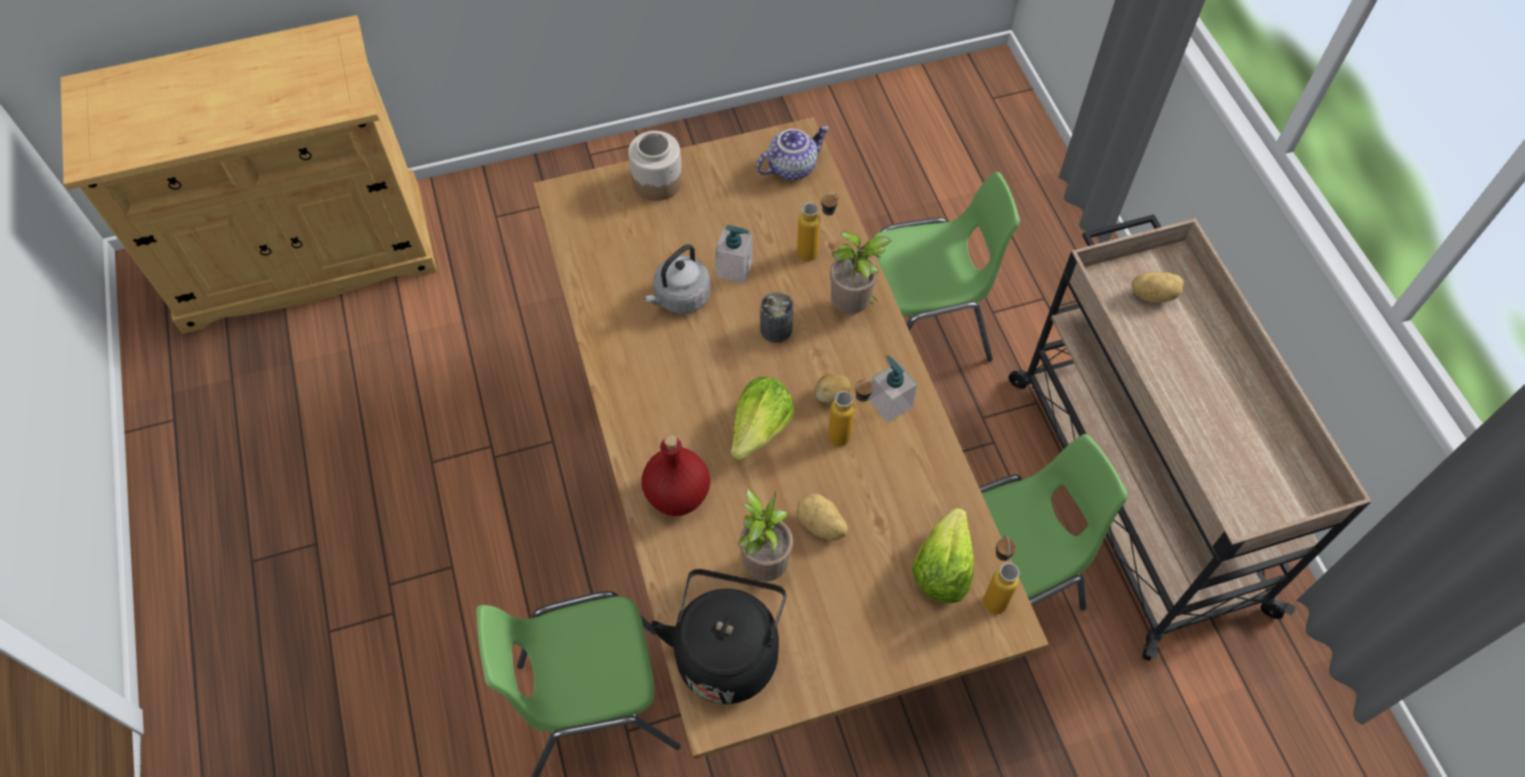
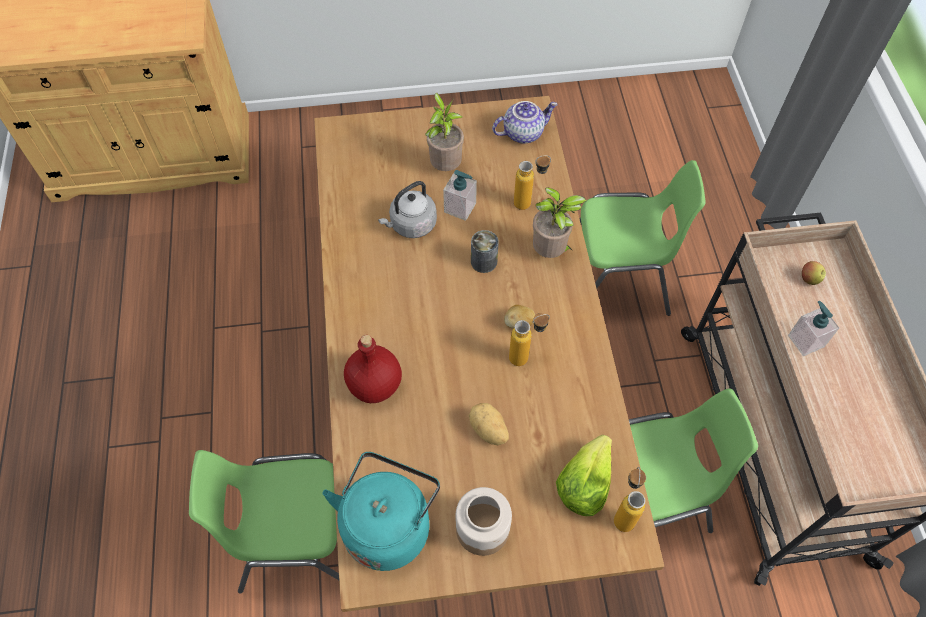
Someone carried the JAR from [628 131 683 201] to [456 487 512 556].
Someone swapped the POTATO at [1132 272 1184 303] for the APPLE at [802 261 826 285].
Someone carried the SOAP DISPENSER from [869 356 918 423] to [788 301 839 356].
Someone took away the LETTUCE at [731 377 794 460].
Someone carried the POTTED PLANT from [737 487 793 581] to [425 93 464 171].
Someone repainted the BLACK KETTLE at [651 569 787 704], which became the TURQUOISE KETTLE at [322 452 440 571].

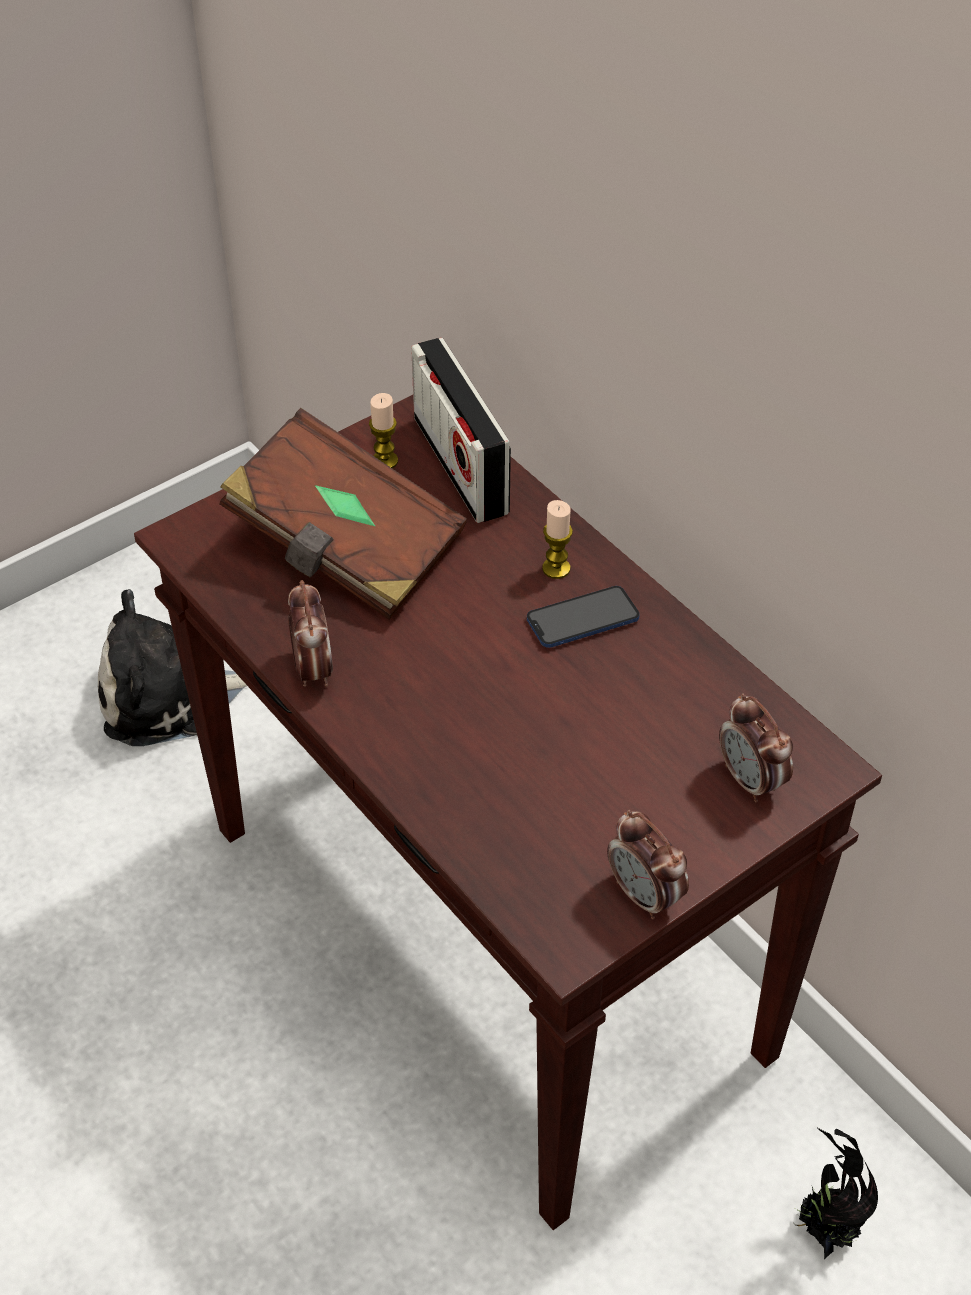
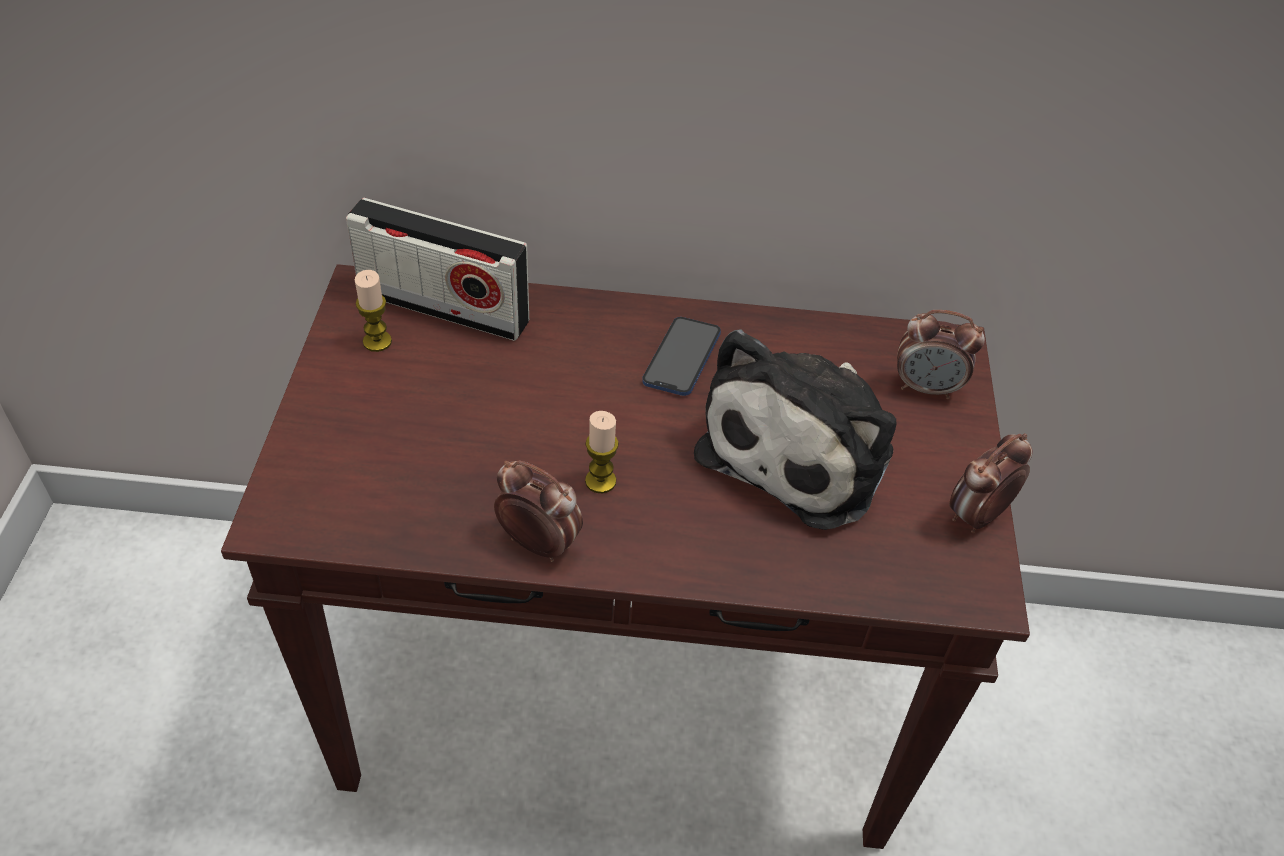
Someone took away the BROWN BOOK at [220 408 467 620].
Someone carried the CANDLE from [542 500 573 579] to [585 411 619 493].
Someone carried the PLUSH TOY from [98 589 247 746] to [694 329 897 530].
Someone rotated the ALARM CLOCK at [607 810 689 919] by 135 degrees clockwise.
Someone took away the POTTED PLANT at [794 1128 878 1259].

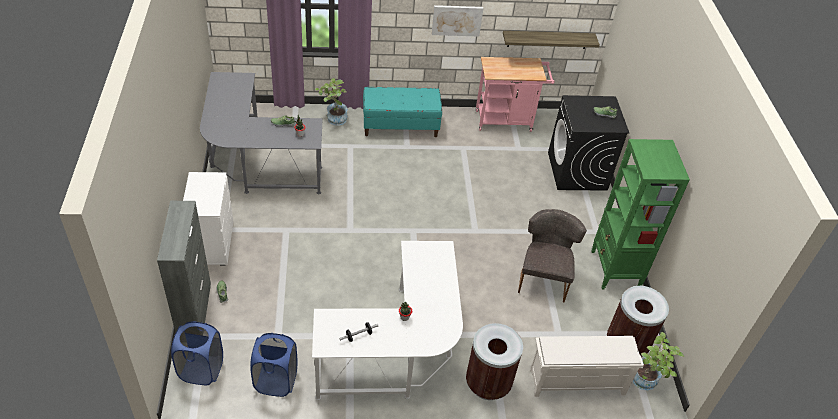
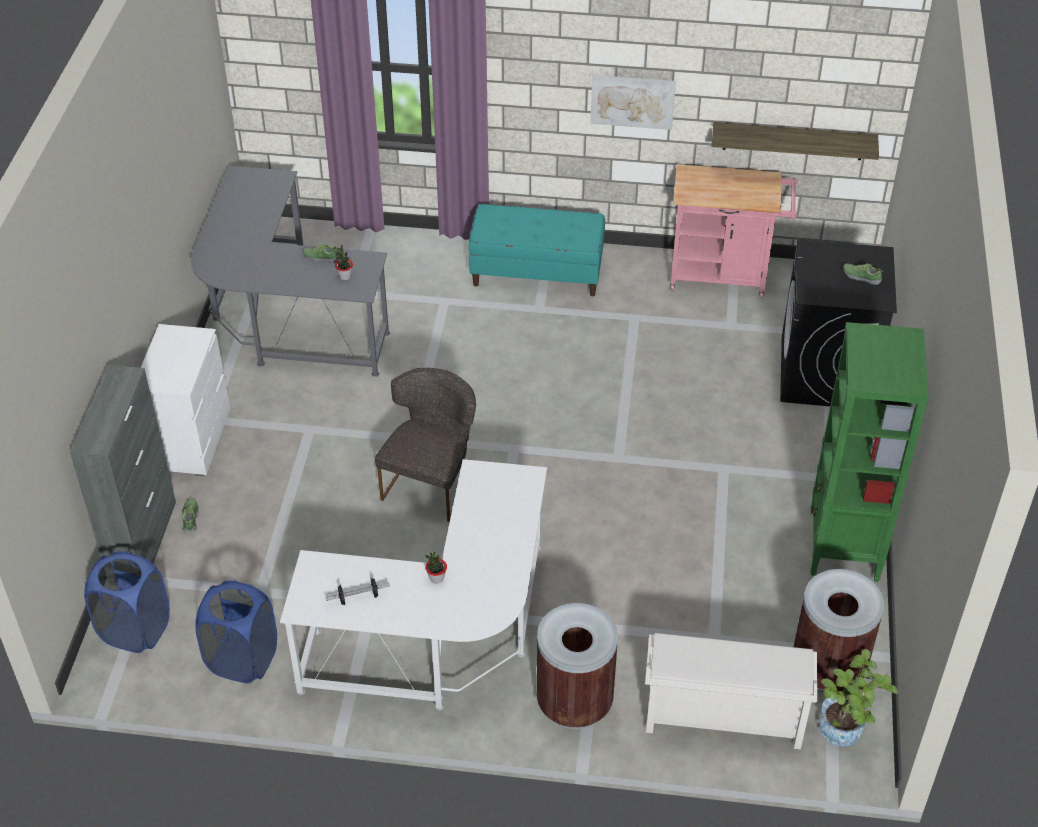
Someone took away the POTTED PLANT at [315 78 348 126].
Someone carried the GREY CHAIR from [518 209 587 302] to [375 368 476 522].

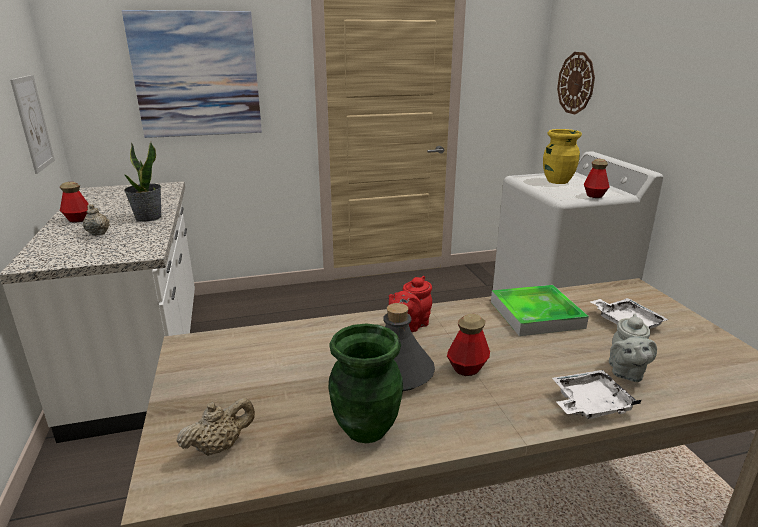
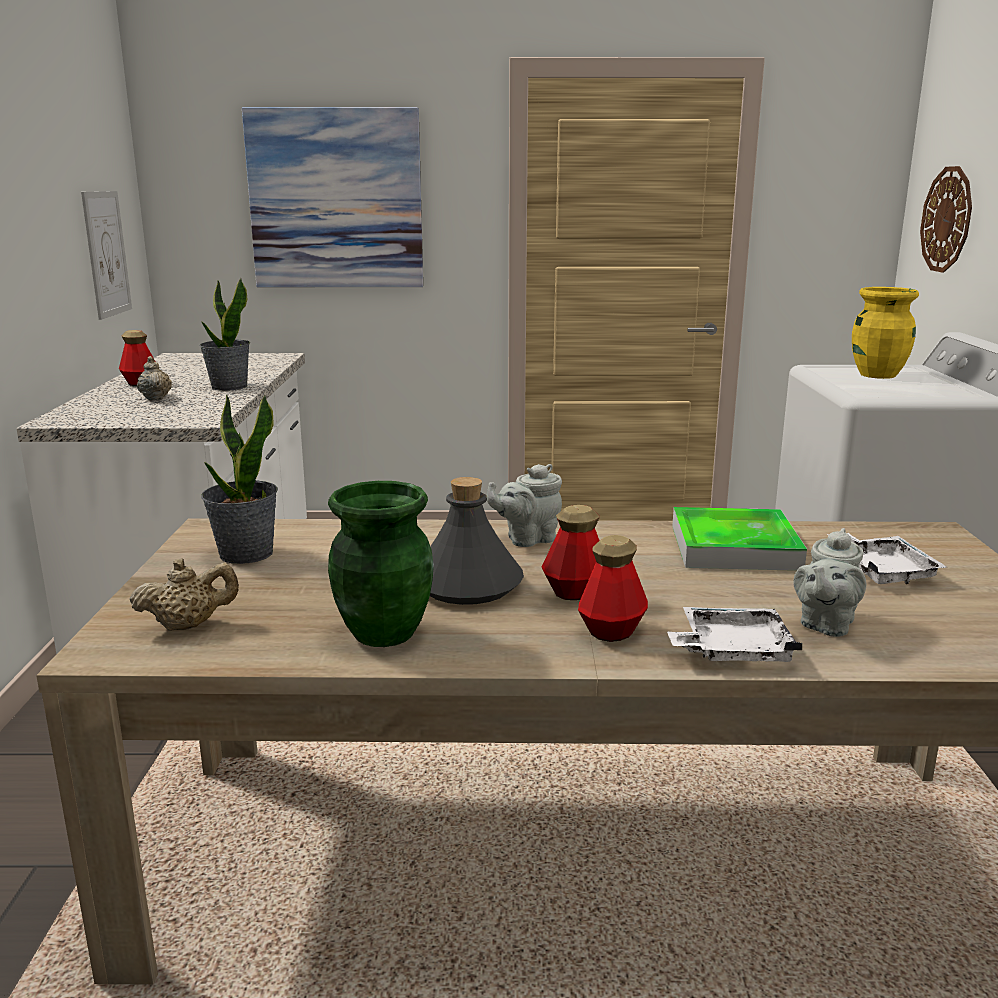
Someone carried the BOTTLE from [584 159 610 198] to [578 535 648 642].
Someone repainted the RED TEAPOT at [389 276 432 332], which became the GREY TEAPOT at [487 464 562 547].
Someone put down the POTTED PLANT at [201 394 278 564].

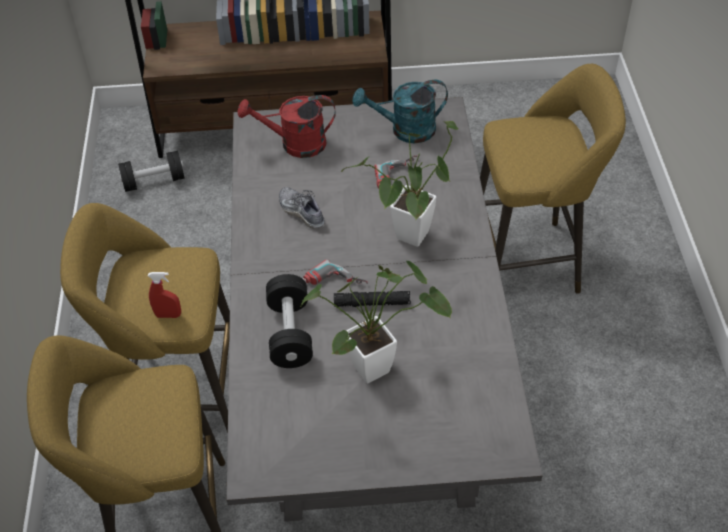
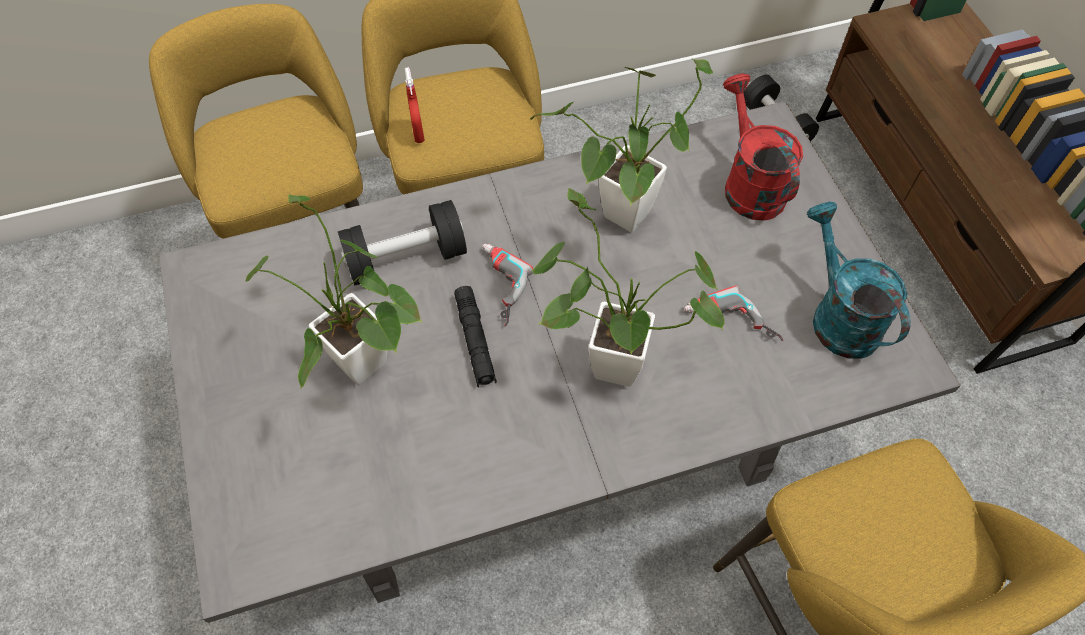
Someone swapped the SHOE at [279 187 325 229] for the POTTED PLANT at [530 59 713 232].

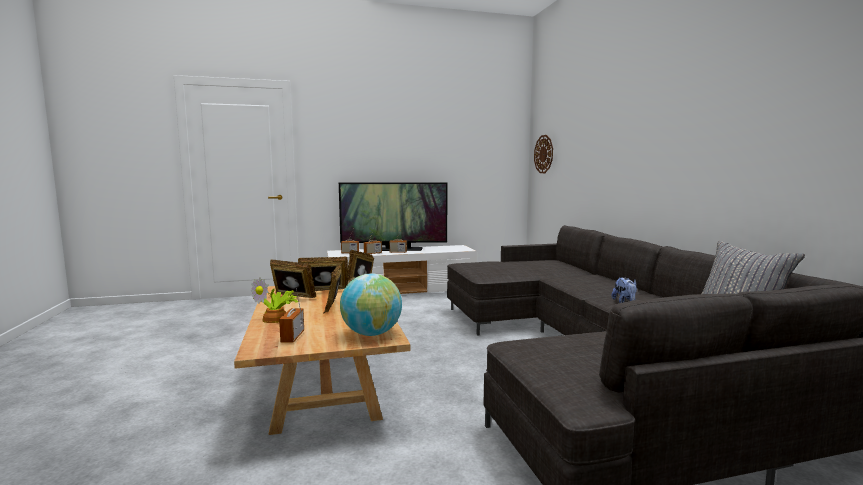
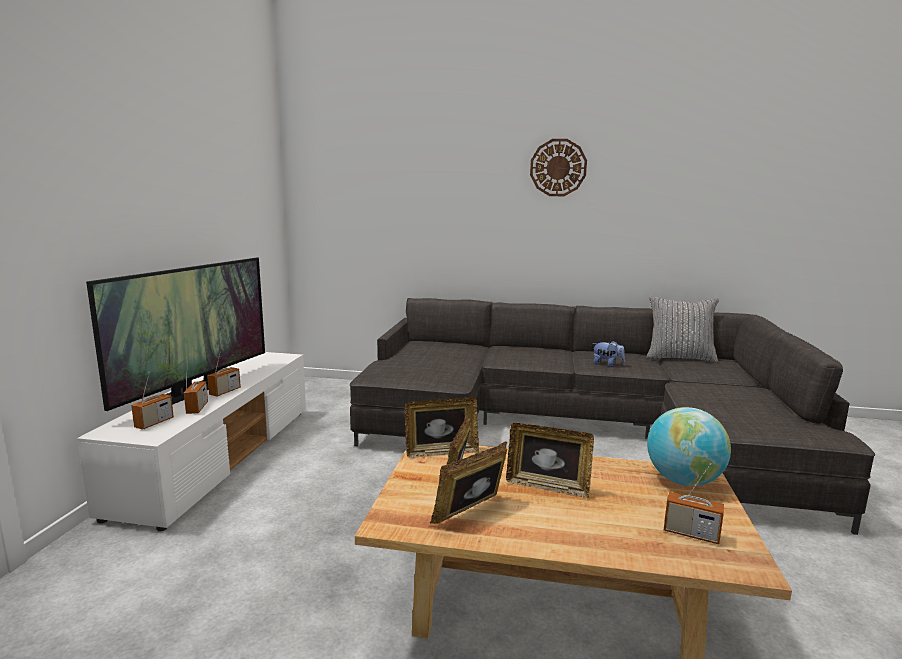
Someone carried the WALL CLOCK from [534 135 553 173] to [530 139 587 196].
Someone took away the POTTED PLANT at [251 277 298 323].

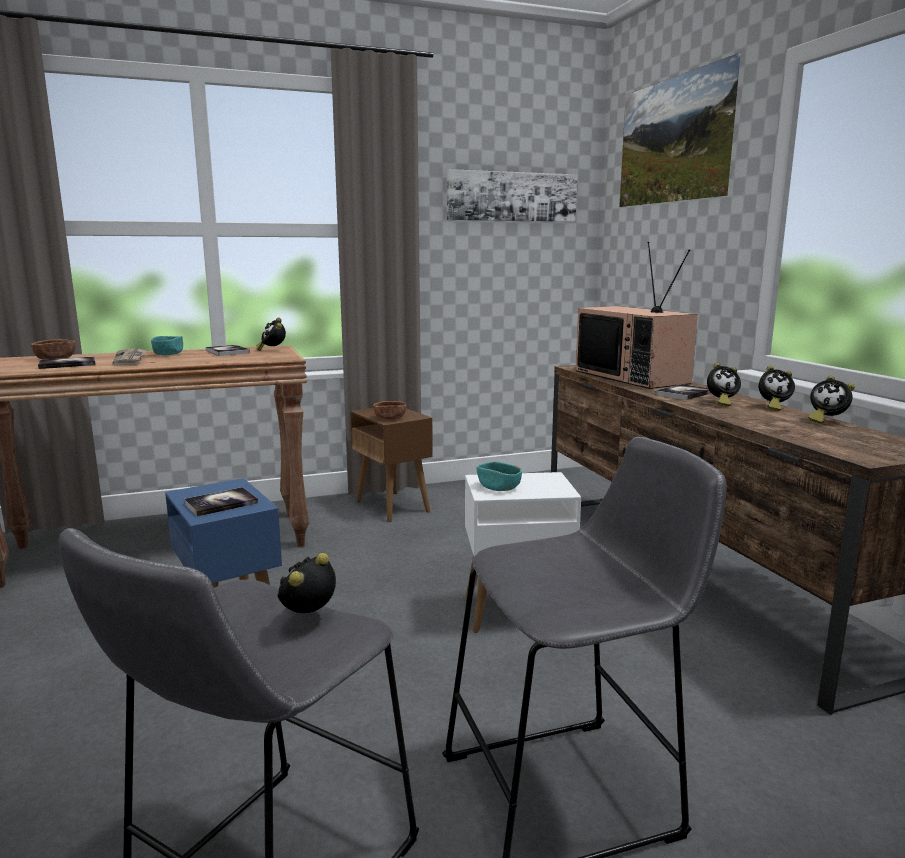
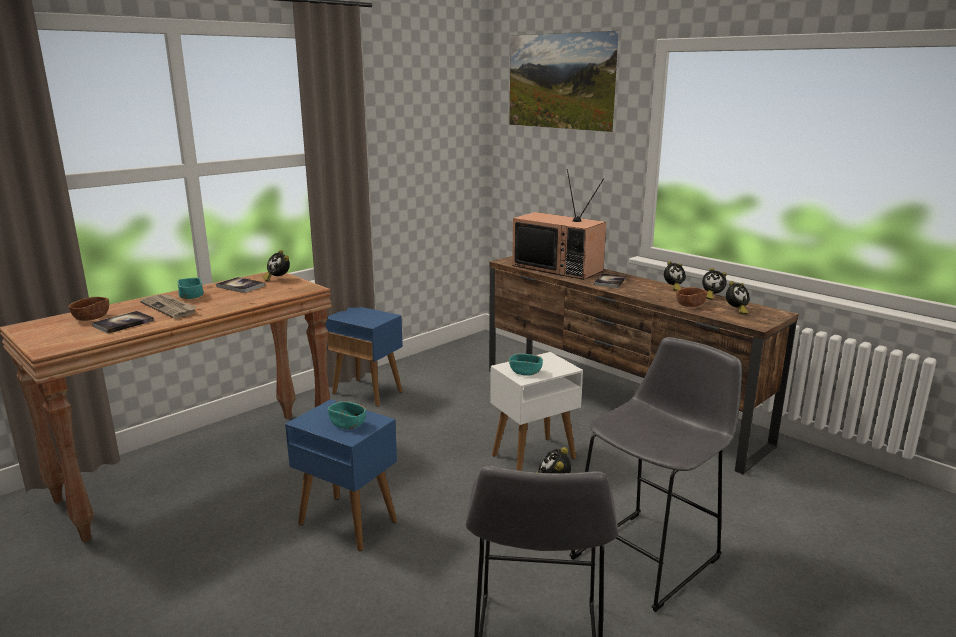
Someone took away the PICTURE at [447 169 577 222].
Someone carried the ALARM CLOCK from [707 363 741 407] to [726 281 749 315].
Someone carried the BROWN BOWL from [373 401 406 420] to [676 287 707 307].
Someone repainted the BROWN SIDE TABLE at [350 408 433 522], which became the BLUE SIDE TABLE at [325 307 403 407].
Someone swapped the BOOK at [184 487 258 517] for the TURQUOISE BOWL at [328 401 366 429].

